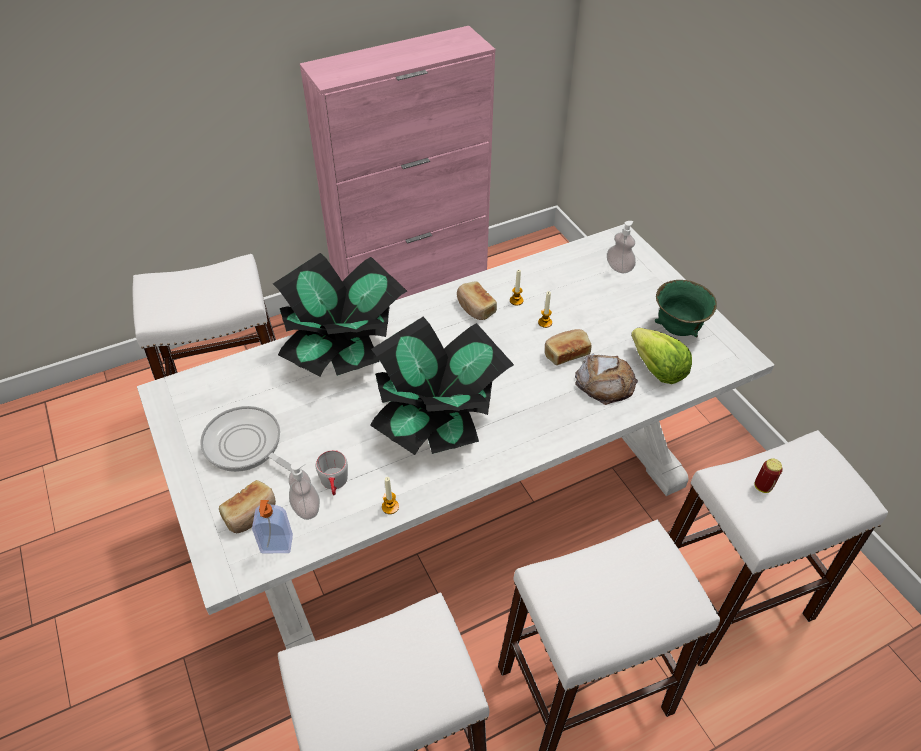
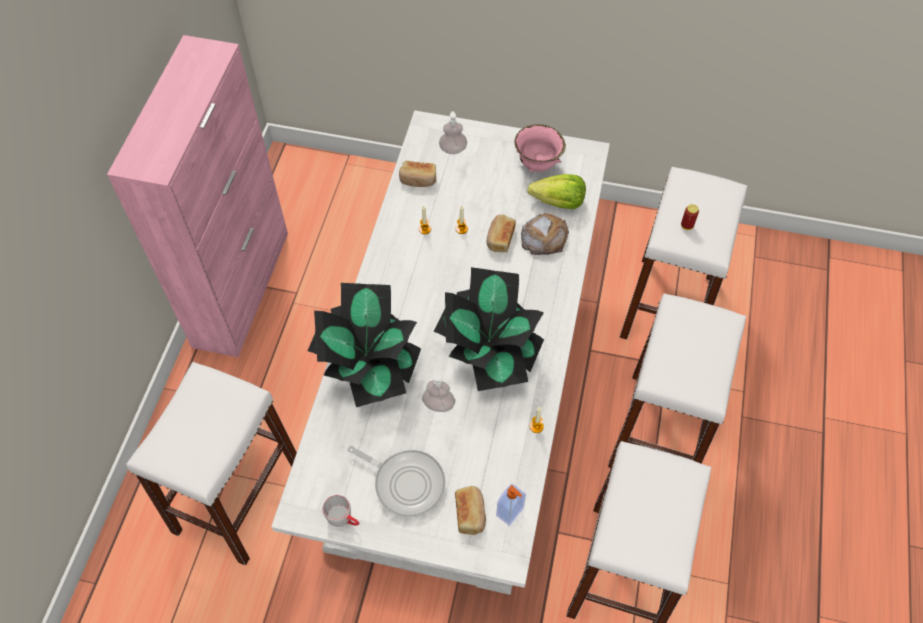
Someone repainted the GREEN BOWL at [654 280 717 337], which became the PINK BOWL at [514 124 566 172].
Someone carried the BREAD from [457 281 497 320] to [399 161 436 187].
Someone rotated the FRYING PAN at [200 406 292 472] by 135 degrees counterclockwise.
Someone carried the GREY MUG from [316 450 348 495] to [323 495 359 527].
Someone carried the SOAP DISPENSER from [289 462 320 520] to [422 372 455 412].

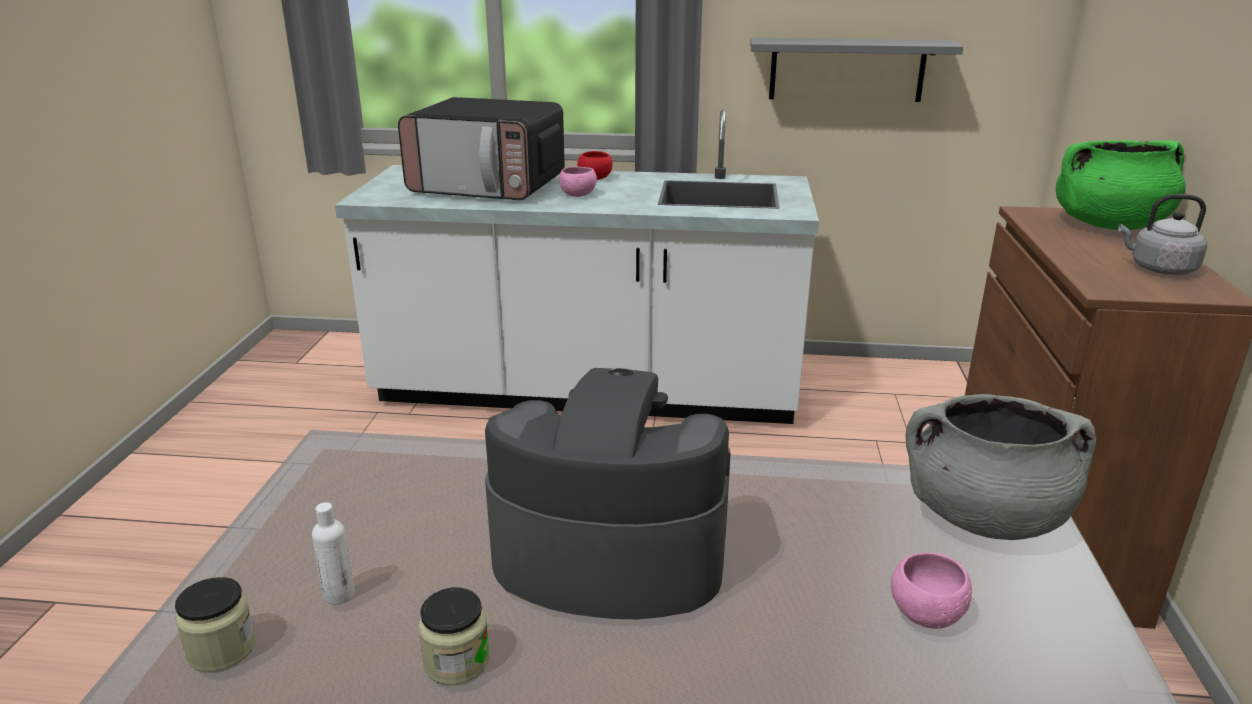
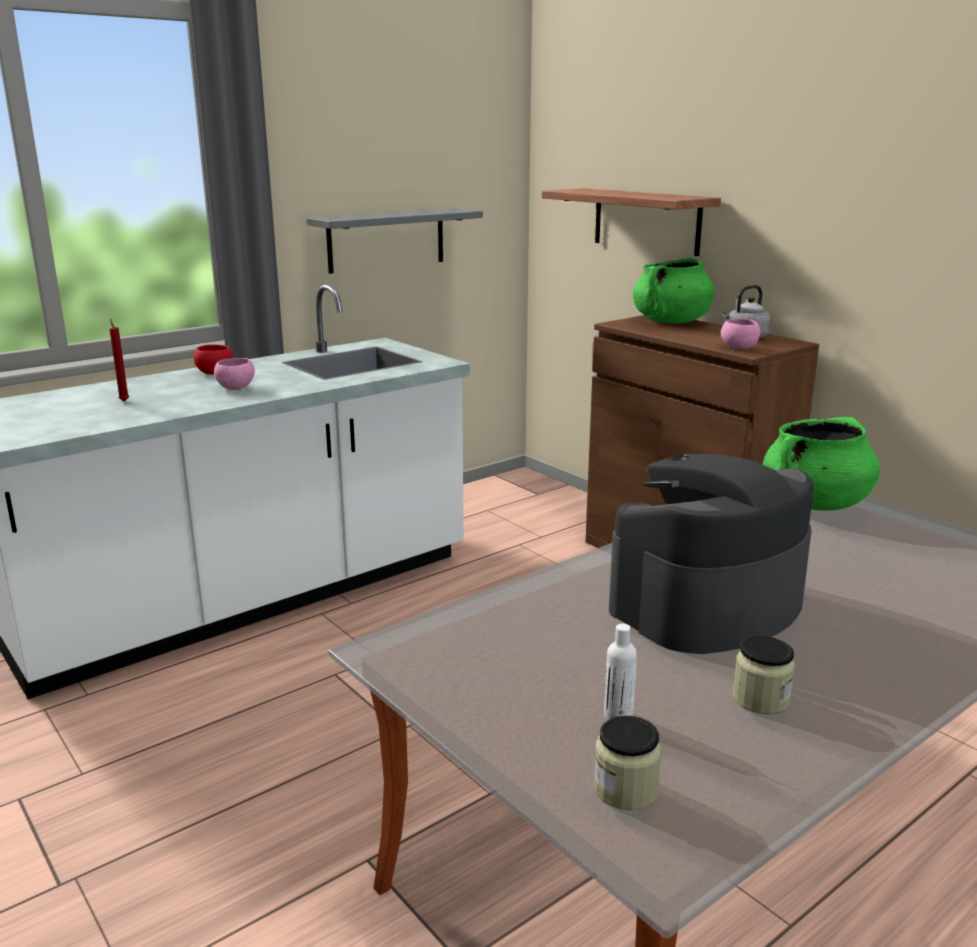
Someone swapped the MICROWAVE at [398 97 565 200] for the RED CANDLE at [109 318 129 402].
Someone repainted the GREY COOKING POT at [905 394 1096 540], which became the GREEN COOKING POT at [763 417 880 510].
Someone carried the PINK BOWL from [891 552 972 629] to [721 318 760 349].
Someone put up the SHELF at [542 188 721 256].

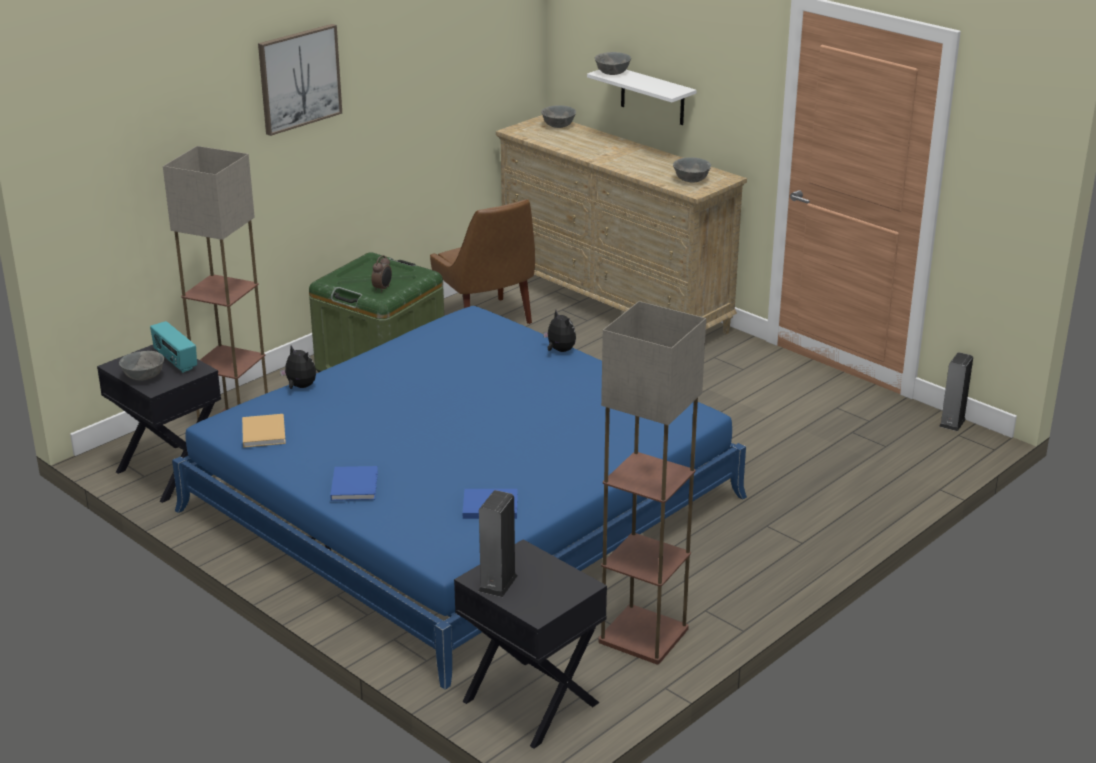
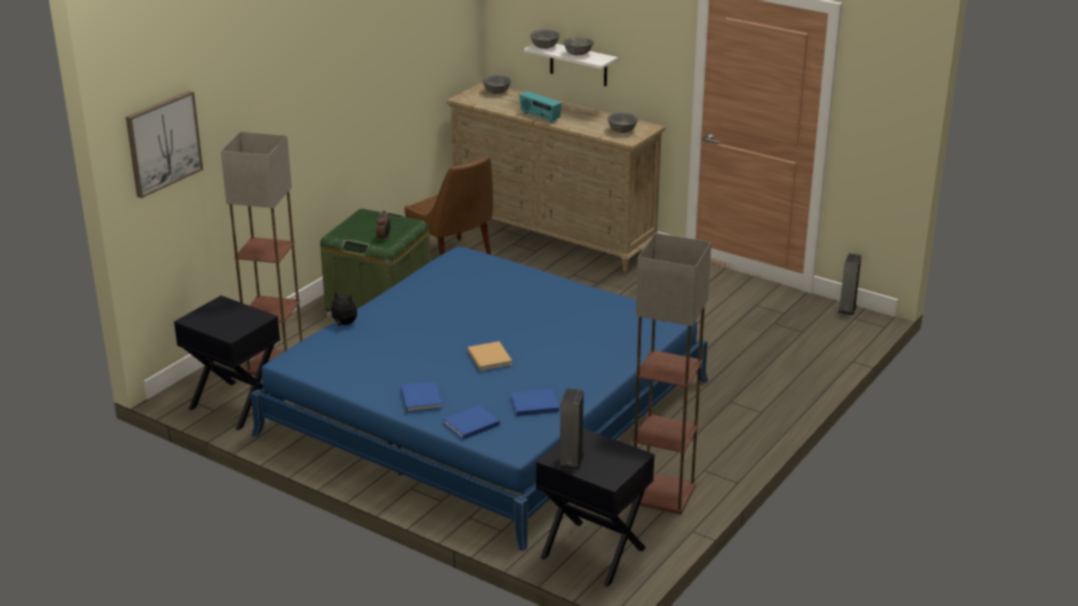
Someone carried the PICTURE from [258 24 342 136] to [126 91 203 198].
Someone took away the PLUSH TOY at [543 310 576 352].
Someone carried the RADIO from [150 321 197 373] to [519 91 562 123].
Someone carried the GREY BOWL from [119 351 164 381] to [563 37 594 55].
Someone carried the BEIGE BOOK from [242 414 286 448] to [468 341 512 371].
Someone put down the BLUE BOOK at [444 405 500 440].

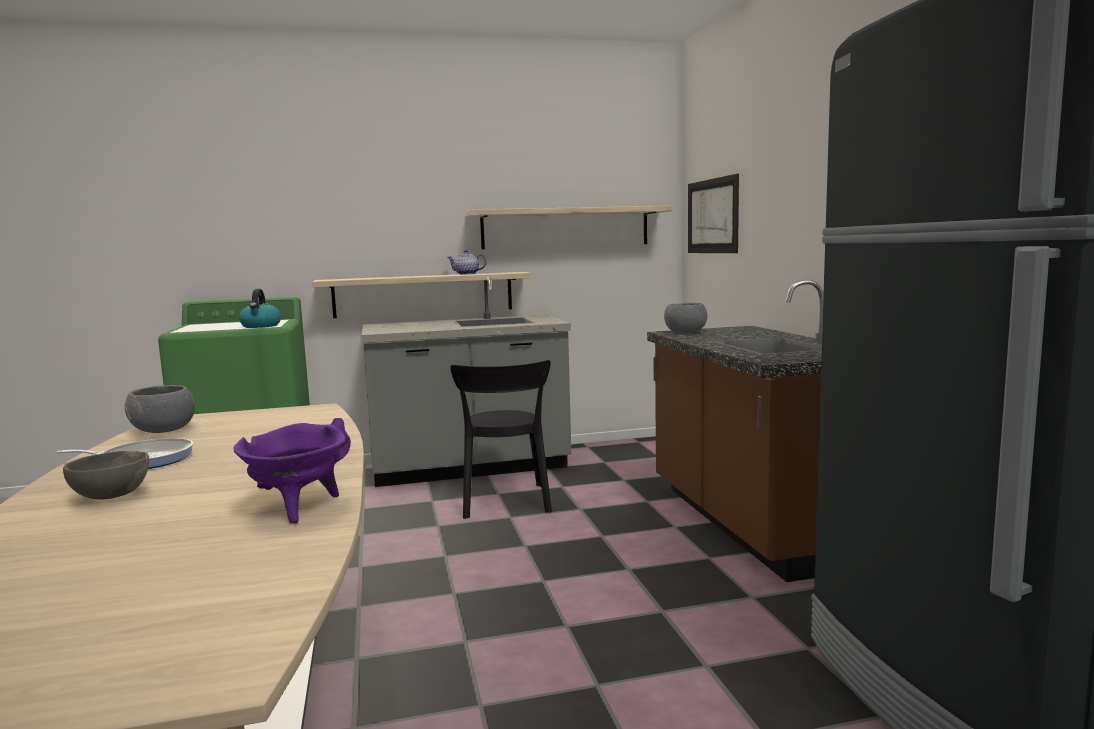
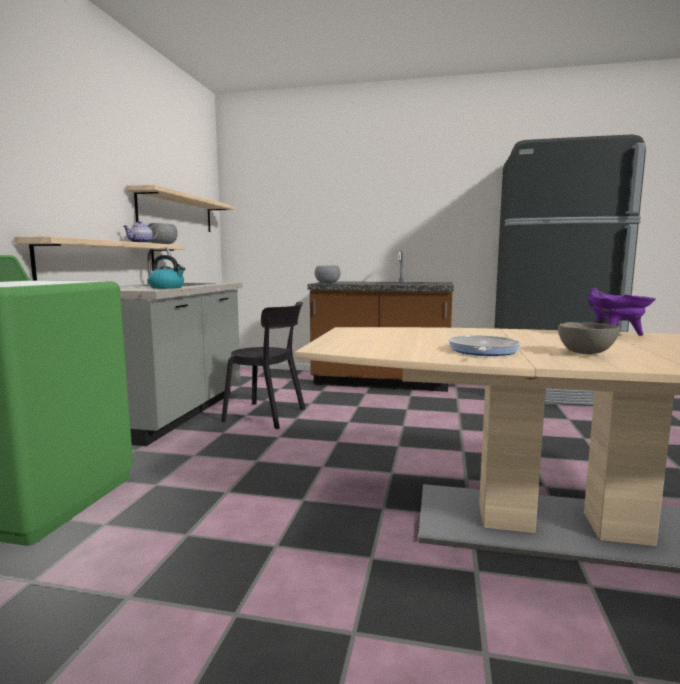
Someone took away the PICTURE at [688 174 739 253].
Someone carried the KETTLE from [239 289 281 328] to [148 255 185 289].
Someone carried the GREY BOWL from [125 385 195 433] to [148 223 178 244].

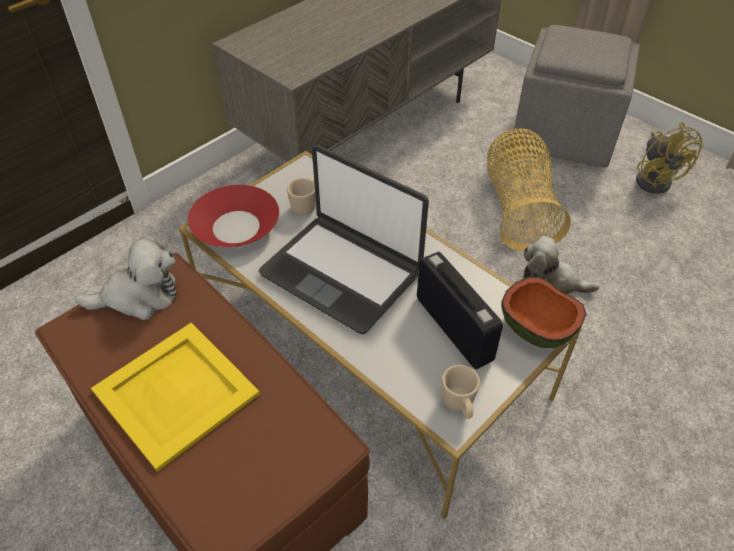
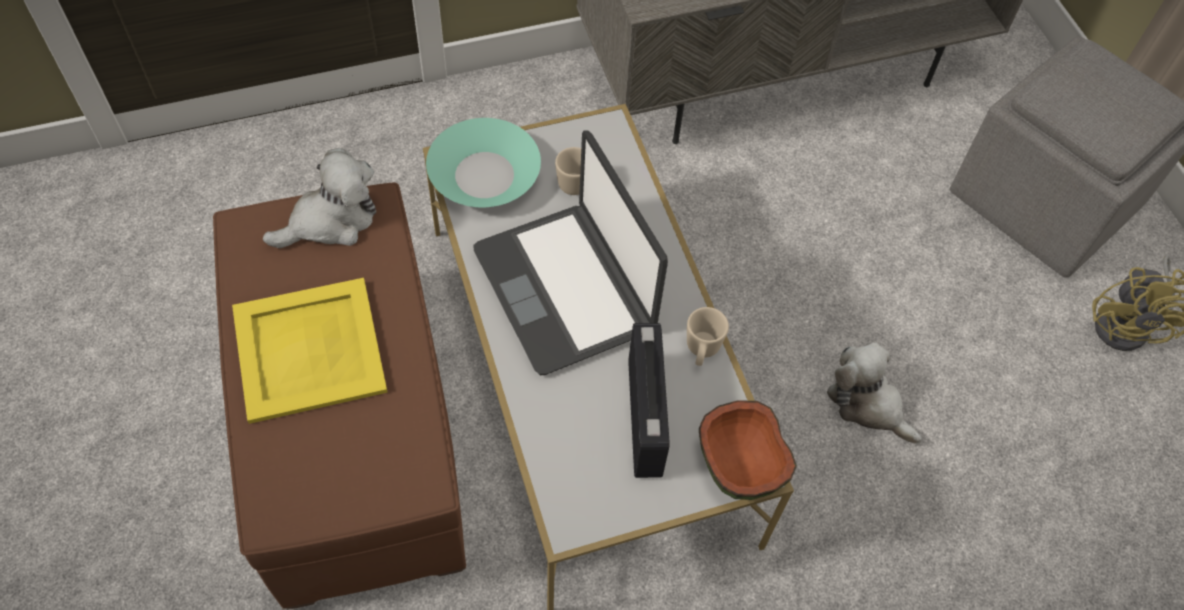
Someone took away the BASKET at [487 128 571 252].
Someone repainted the RED BOWL at [188 185 279 247], which became the TURQUOISE BOWL at [426 118 541 207].
Someone rotated the PLUSH TOY at [74 236 177 320] by 45 degrees counterclockwise.
Someone carried the BEIGE MUG from [442 365 480 419] to [687 307 729 366].

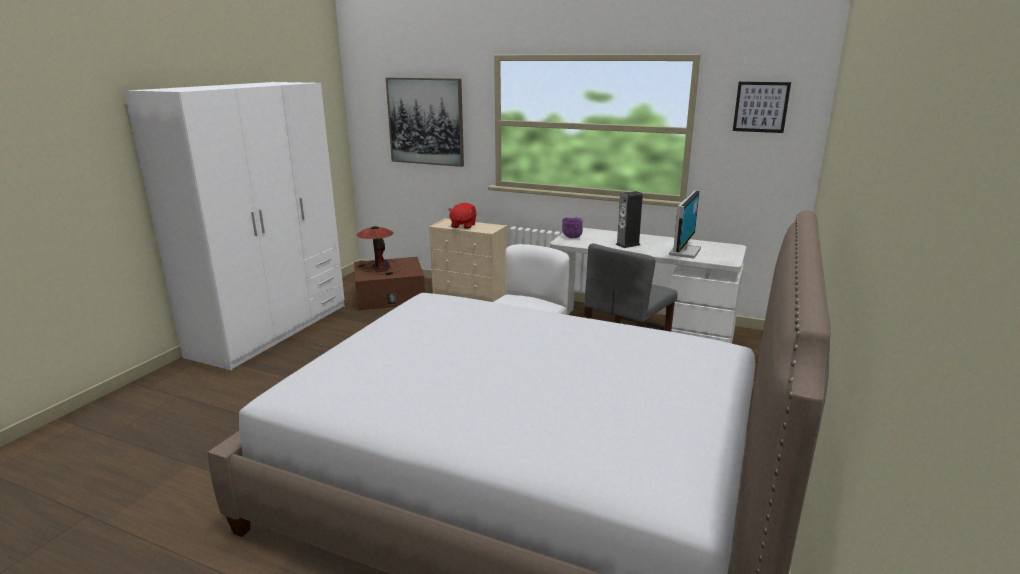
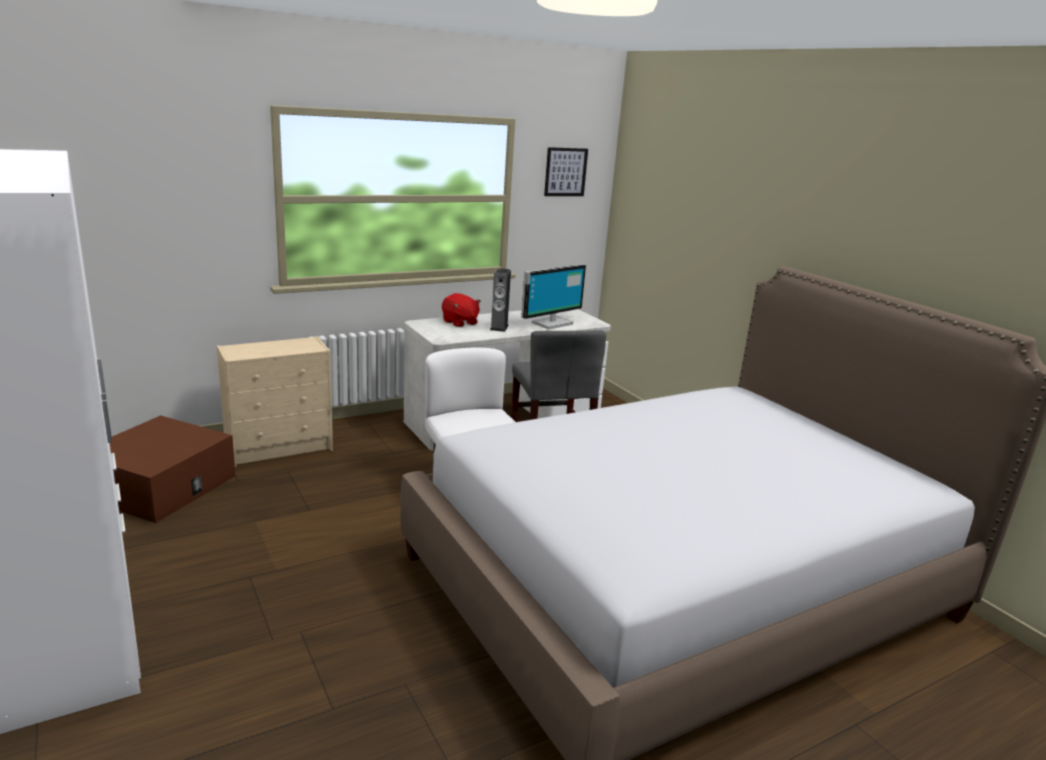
Someone took away the PICTURE at [386 78 464 167].
Someone rotated the MONITOR at [669 191 701 259] by 75 degrees clockwise.
Someone carried the RED PLUSH TOY from [448 203 477 229] to [442 293 481 327].
Someone took away the PURPLE BOWL at [562 217 583 238].
Someone took away the TABLE LAMP at [357 226 401 275].

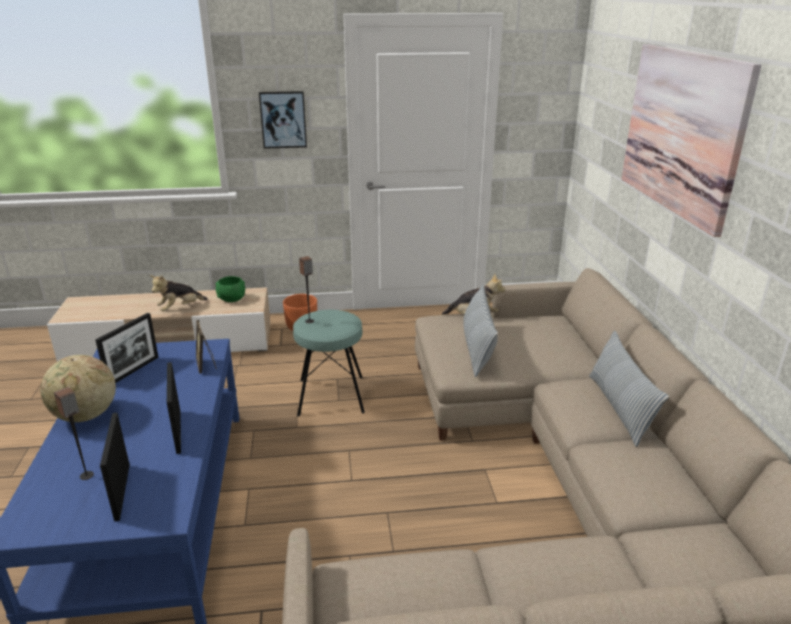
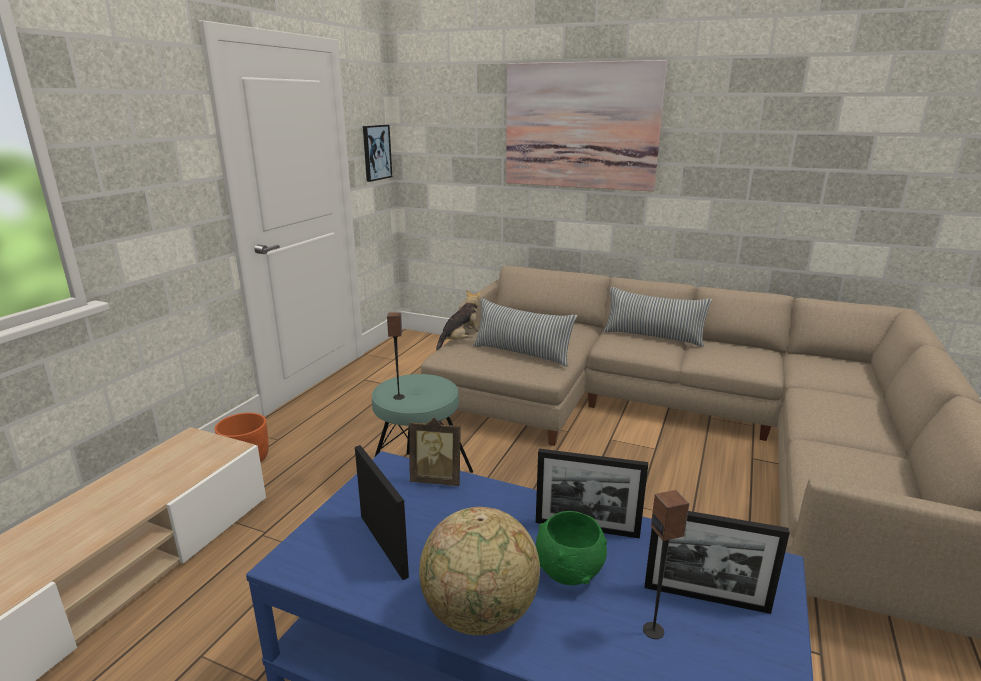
Someone carried the PICTURE from [259 91 307 149] to [363 125 392 182].
Someone took away the PLUSH TOY at [151 276 208 312].
Someone carried the GREEN BOWL from [215 276 245 302] to [536 511 607 585].

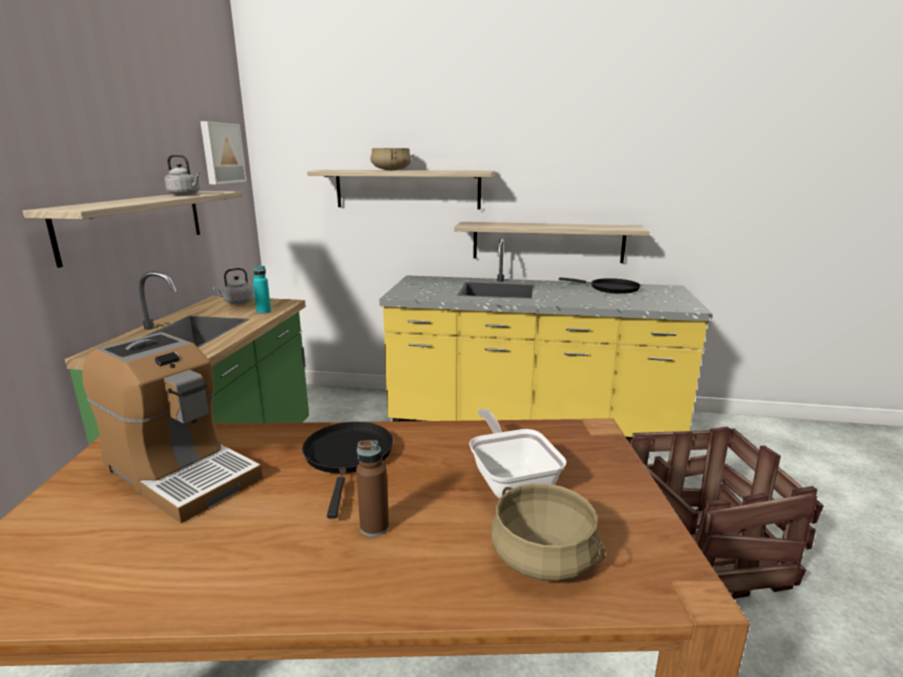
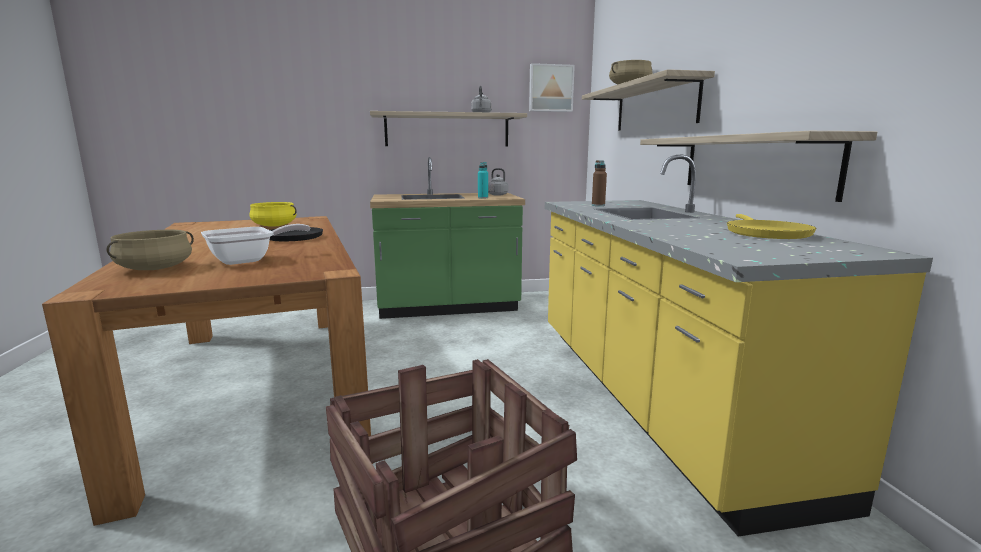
Someone repainted the BLACK FRYING PAN at [559 277 641 294], which became the YELLOW FRYING PAN at [727 214 816 239].
Someone swapped the COFFEE MACHINE at [82 332 263 523] for the YELLOW COOKING POT at [249 202 297 227].
Someone carried the BROWN BOTTLE from [356 440 389 537] to [592 160 607 206].

